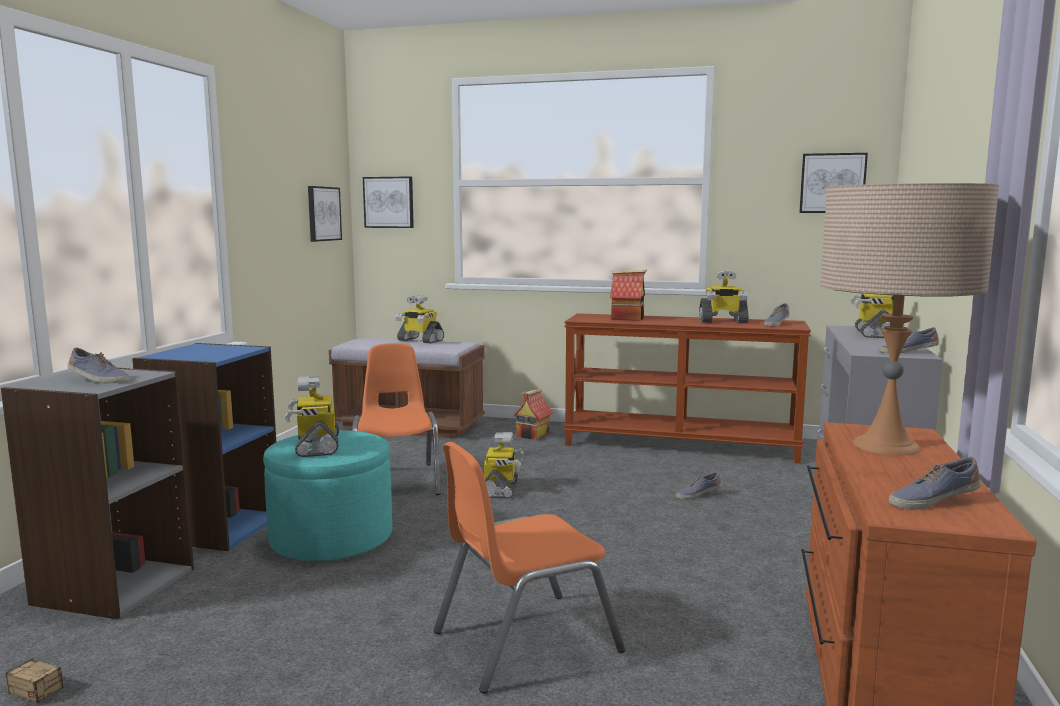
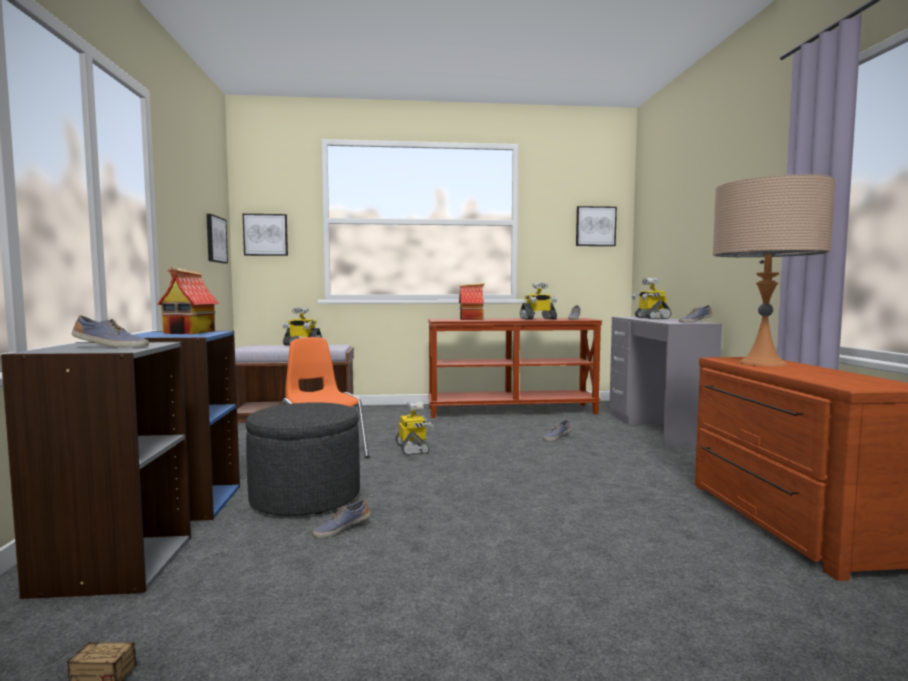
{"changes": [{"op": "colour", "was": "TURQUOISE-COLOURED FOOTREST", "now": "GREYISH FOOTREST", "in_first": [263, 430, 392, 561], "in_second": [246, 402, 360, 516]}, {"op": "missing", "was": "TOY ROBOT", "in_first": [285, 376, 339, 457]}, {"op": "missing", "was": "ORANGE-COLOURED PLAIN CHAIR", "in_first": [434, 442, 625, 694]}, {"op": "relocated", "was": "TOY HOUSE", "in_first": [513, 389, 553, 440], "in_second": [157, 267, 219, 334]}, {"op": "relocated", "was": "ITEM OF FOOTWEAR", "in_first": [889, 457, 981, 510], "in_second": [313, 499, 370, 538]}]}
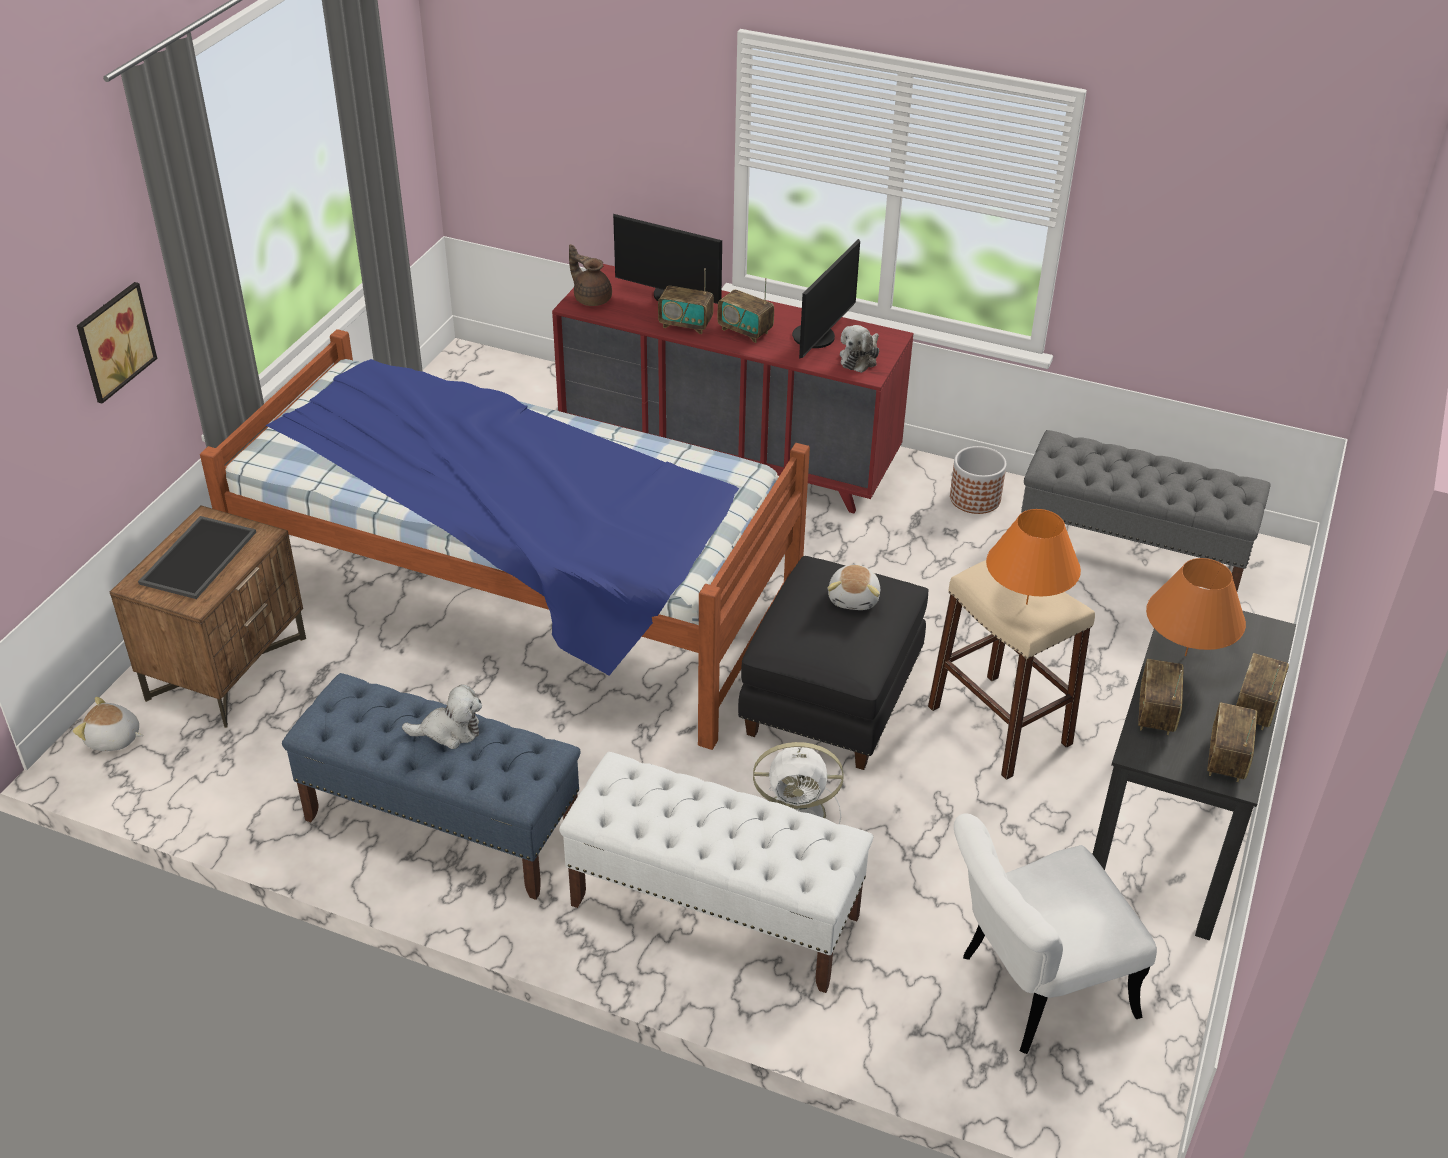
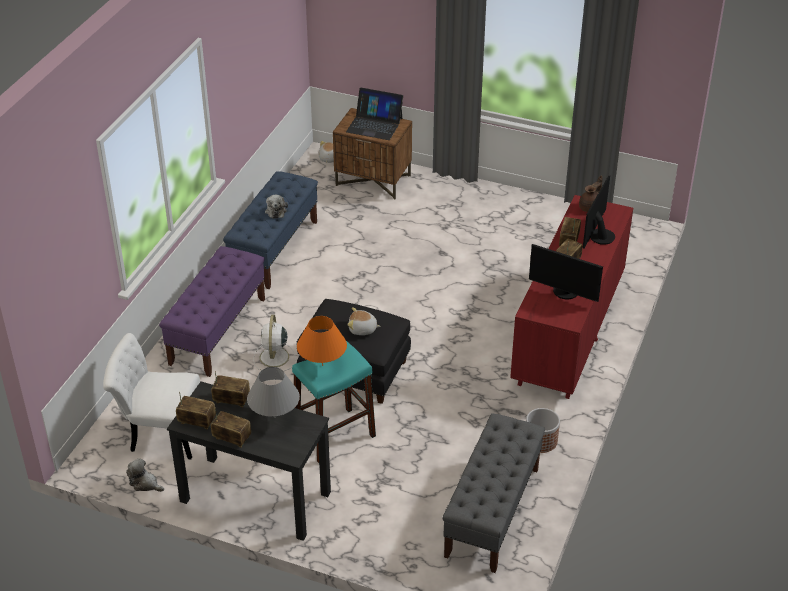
{"changes": [{"op": "missing", "was": "WALL PICTURE", "in_first": [77, 282, 157, 404]}, {"op": "exchanged", "was": "CARRYING TRAY", "now": "PORTABLE COMPUTER", "in_first": [138, 516, 256, 599], "in_second": [346, 88, 403, 140]}, {"op": "missing", "was": "SLEEPING BED", "in_first": [200, 329, 810, 750]}, {"op": "colour", "was": "WHITE INDOOR BENCH", "now": "PURPLISH INDOOR BENCH", "in_first": [559, 752, 873, 993], "in_second": [159, 246, 265, 377]}, {"op": "relocated", "was": "PLUSH TOY", "in_first": [840, 325, 879, 373], "in_second": [126, 458, 164, 492]}, {"op": "colour", "was": "BEIGE-COLOURED STOOL SEAT", "now": "TURQUOISE-COLOURED STOOL SEAT", "in_first": [928, 560, 1095, 780], "in_second": [292, 341, 376, 463]}, {"op": "spun", "was": "WHITE PLAIN CHAIR", "in_first": [954, 813, 1157, 1054], "in_second": [103, 333, 200, 460], "clockwise": -60}, {"op": "colour", "was": "ORANGE-COLOURED TABLE LAMP", "now": "GREYISH TABLE LAMP", "in_first": [1146, 558, 1246, 656], "in_second": [247, 367, 300, 417]}]}
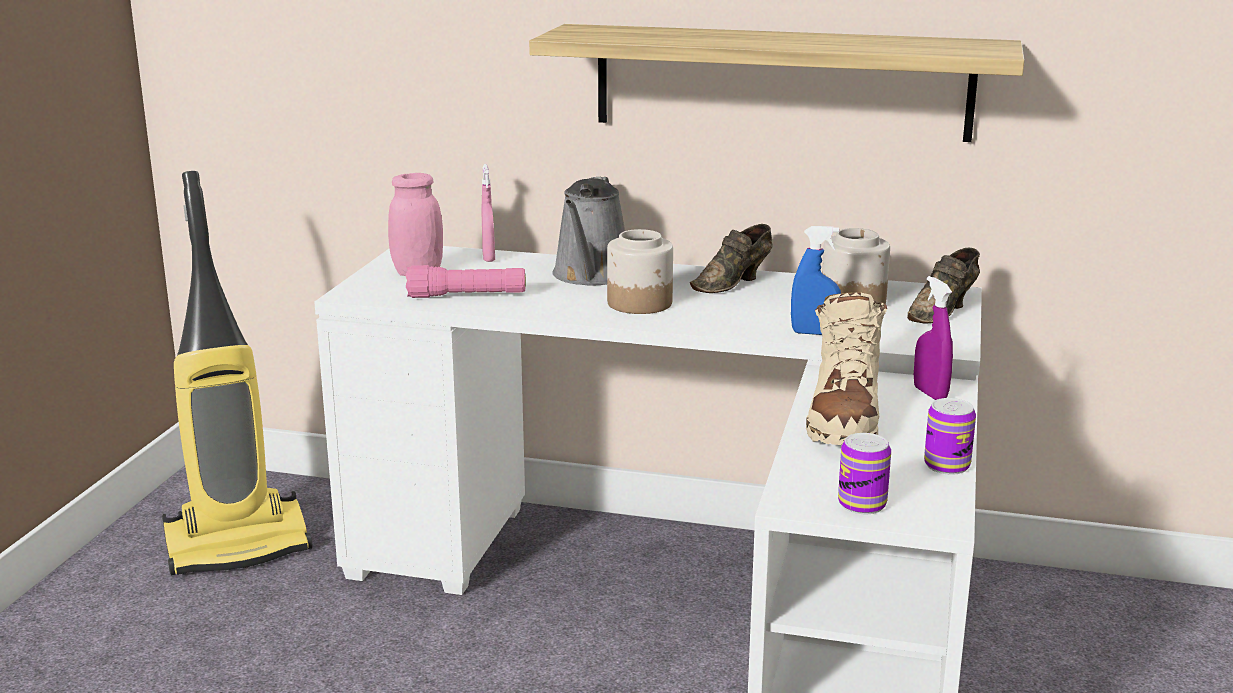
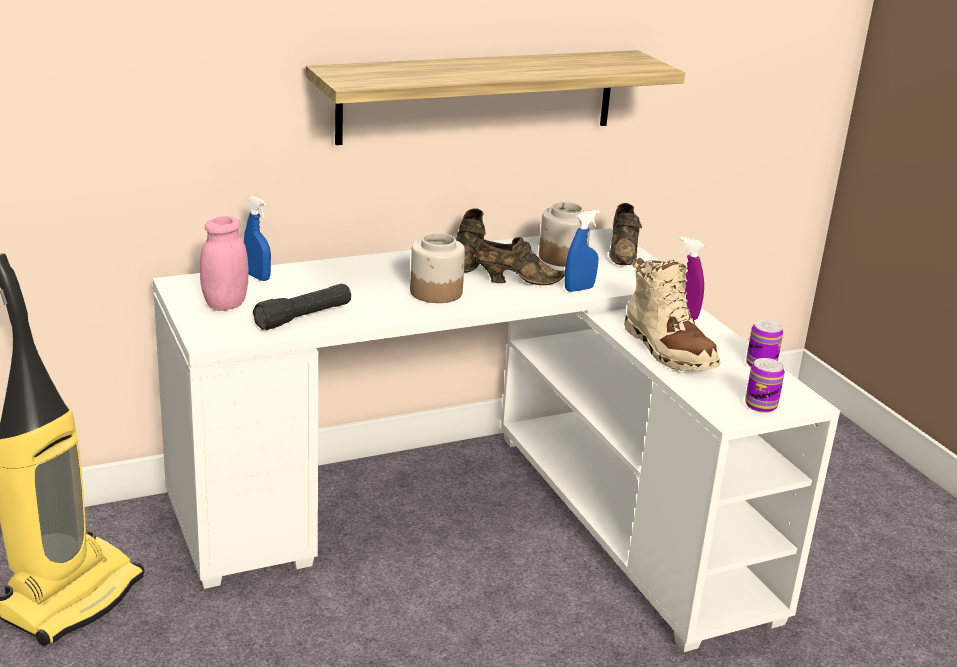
{"changes": [{"op": "colour", "was": "PINKISH FLASHLIGHT", "now": "BLACK FLASHLIGHT", "in_first": [405, 265, 526, 298], "in_second": [253, 284, 351, 330]}, {"op": "colour", "was": "PINKISH SPRAY BOTTLE", "now": "BLUE SPRAY BOTTLE", "in_first": [482, 164, 495, 262], "in_second": [244, 196, 271, 281]}, {"op": "missing", "was": "GREYISH WATERING CAN", "in_first": [552, 177, 625, 285]}, {"op": "appeared", "now": "BROWN ITEM OF FOOTWEAR", "in_second": [475, 237, 565, 285]}]}
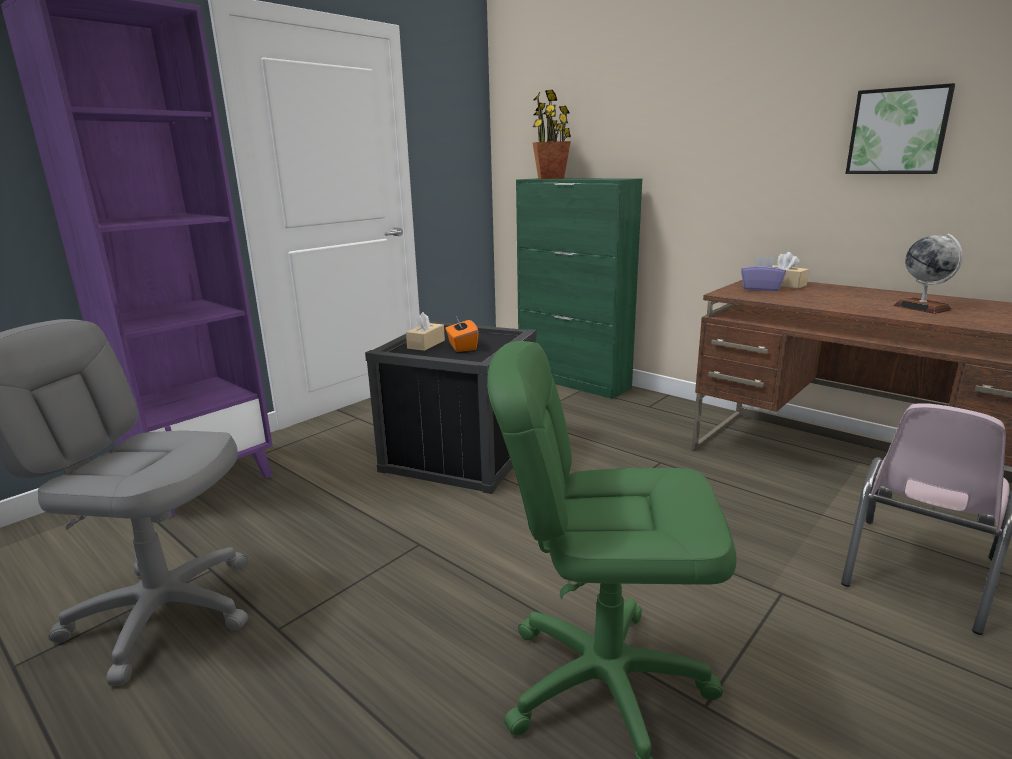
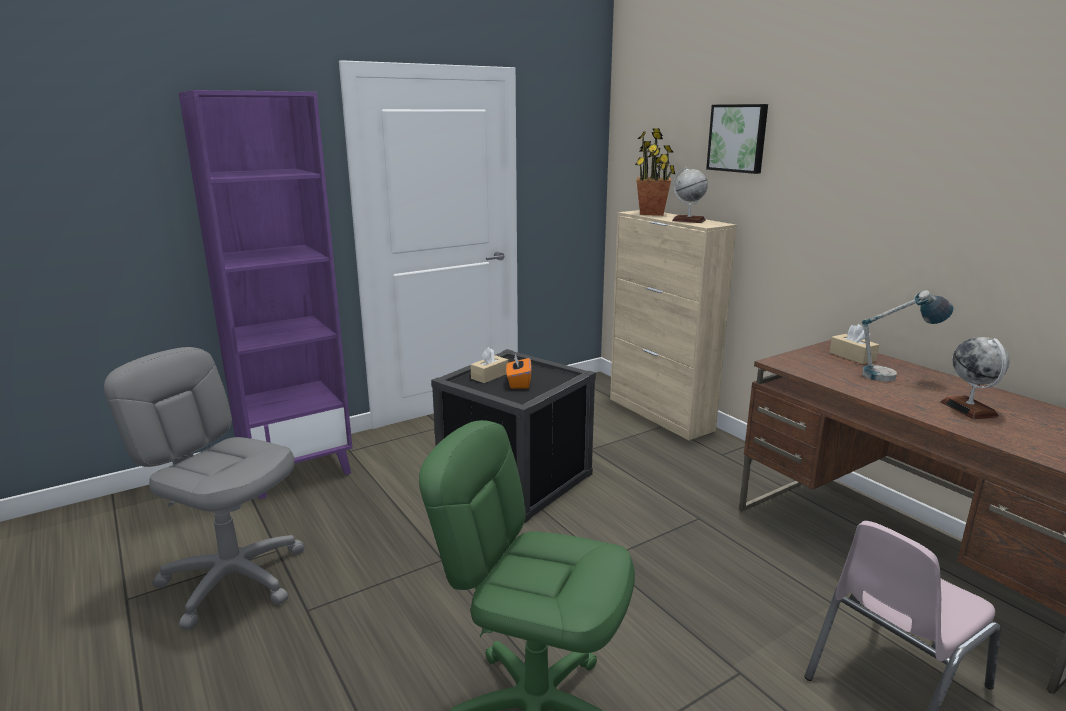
{"changes": [{"op": "colour", "was": "GREEN CUPBOARD", "now": "BEIGE-COLOURED CUPBOARD", "in_first": [516, 178, 642, 399], "in_second": [610, 210, 737, 440]}, {"op": "missing", "was": "PURPLISH TISSUE BOX", "in_first": [741, 256, 786, 291]}, {"op": "relocated", "was": "WALL PICTURE", "in_first": [845, 83, 955, 174], "in_second": [706, 104, 768, 174]}, {"op": "appeared", "now": "WORLD GLOBE", "in_second": [672, 167, 708, 223]}, {"op": "appeared", "now": "TABLE LAMP", "in_second": [862, 290, 954, 382]}]}
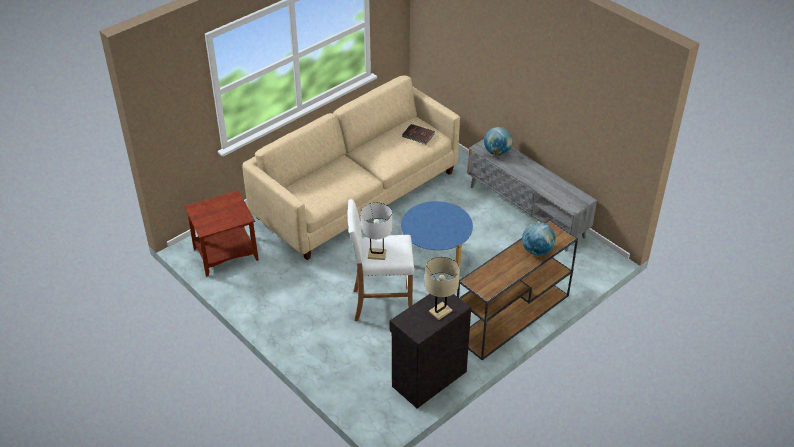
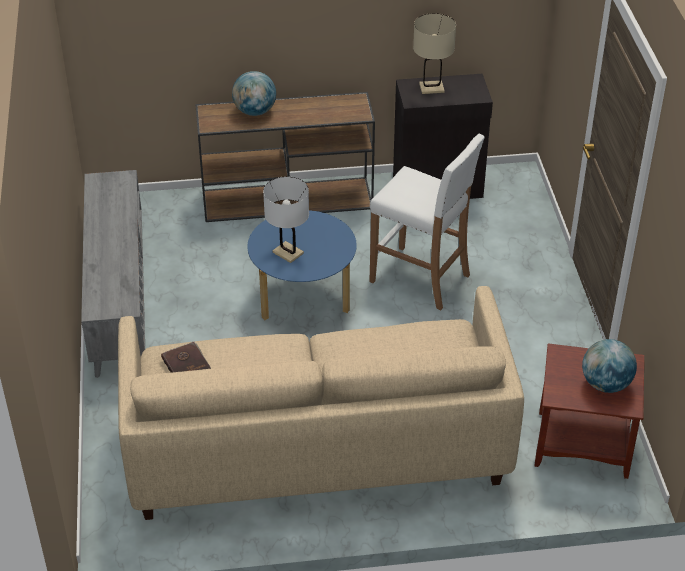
{"changes": [{"op": "relocated", "was": "WHITE TABLE LAMP", "in_first": [360, 202, 392, 260], "in_second": [263, 176, 309, 263]}, {"op": "relocated", "was": "WORLD GLOBE", "in_first": [484, 127, 513, 156], "in_second": [582, 339, 637, 393]}]}
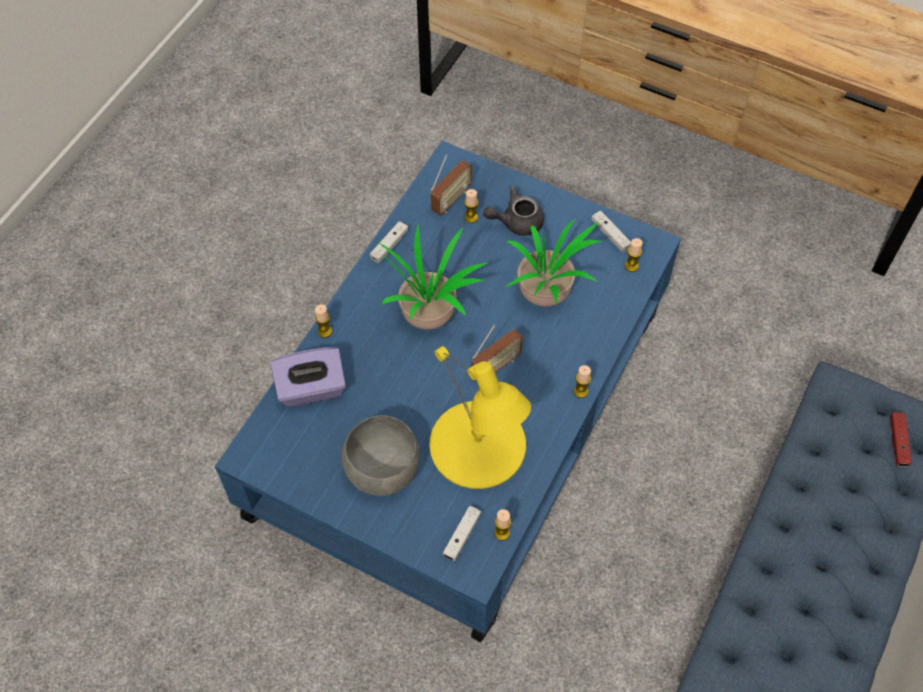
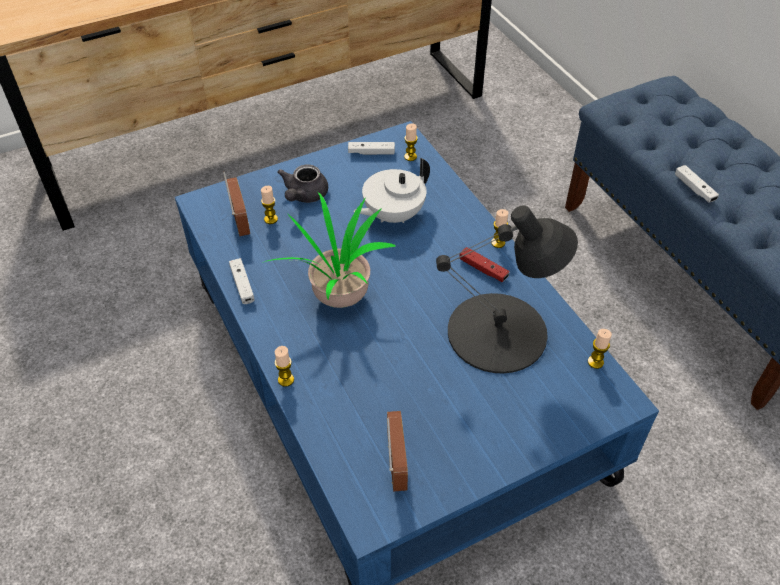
{"changes": [{"op": "missing", "was": "PURPLISH TISSUE BOX", "in_first": [270, 347, 346, 407]}, {"op": "missing", "was": "GREYISH DEEP DISH", "in_first": [341, 415, 420, 496]}, {"op": "colour", "was": "YELLOW-COLOURED TABLE LAMP", "now": "BLACK TABLE LAMP", "in_first": [430, 346, 531, 489], "in_second": [436, 205, 578, 374]}, {"op": "relocated", "was": "WHITE GAMEPAD", "in_first": [443, 506, 481, 561], "in_second": [675, 165, 719, 203]}, {"op": "relocated", "was": "RADIO", "in_first": [471, 325, 523, 381], "in_second": [387, 411, 408, 492]}, {"op": "exchanged", "was": "PLANT IN A POT", "now": "WHITE POT FOR TEA", "in_first": [506, 219, 601, 307], "in_second": [353, 158, 430, 223]}, {"op": "relocated", "was": "RED-COLOURED GAMEPAD", "in_first": [890, 412, 912, 467], "in_second": [459, 247, 509, 282]}]}
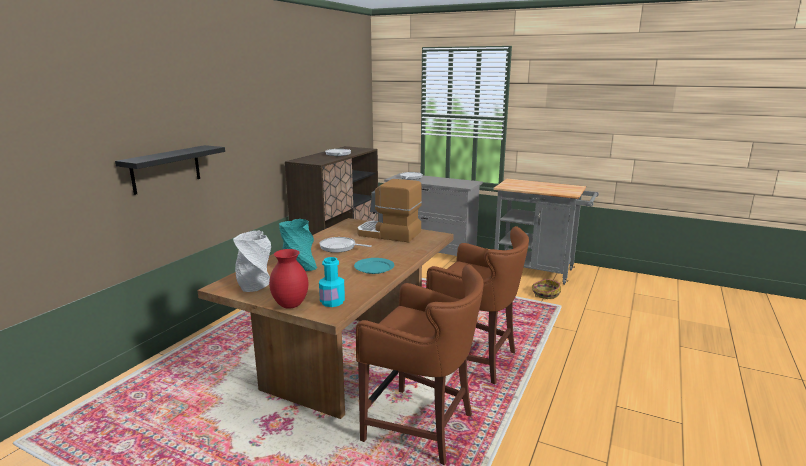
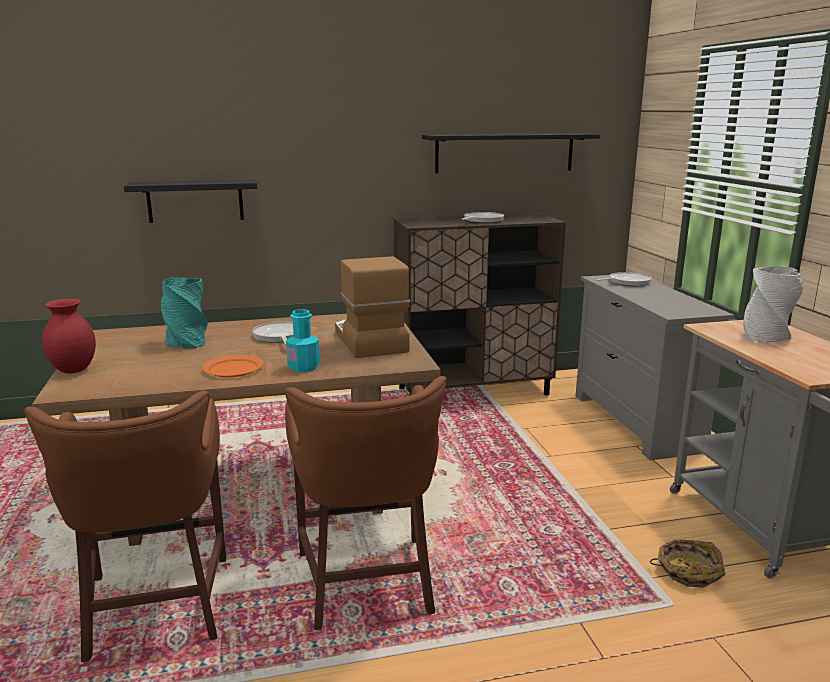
{"changes": [{"op": "relocated", "was": "GREYISH FLOWER VASE", "in_first": [233, 231, 271, 292], "in_second": [743, 266, 803, 342]}, {"op": "relocated", "was": "TURQUOISE-COLOURED DRINK BOTTLE", "in_first": [319, 257, 345, 307], "in_second": [286, 309, 320, 372]}, {"op": "colour", "was": "TURQUOISE-COLOURED DINNER PLATE", "now": "ORANGE-COLOURED DINNER PLATE", "in_first": [354, 258, 394, 274], "in_second": [202, 355, 263, 377]}, {"op": "appeared", "now": "BLACK SHELF", "in_second": [422, 133, 600, 173]}]}
